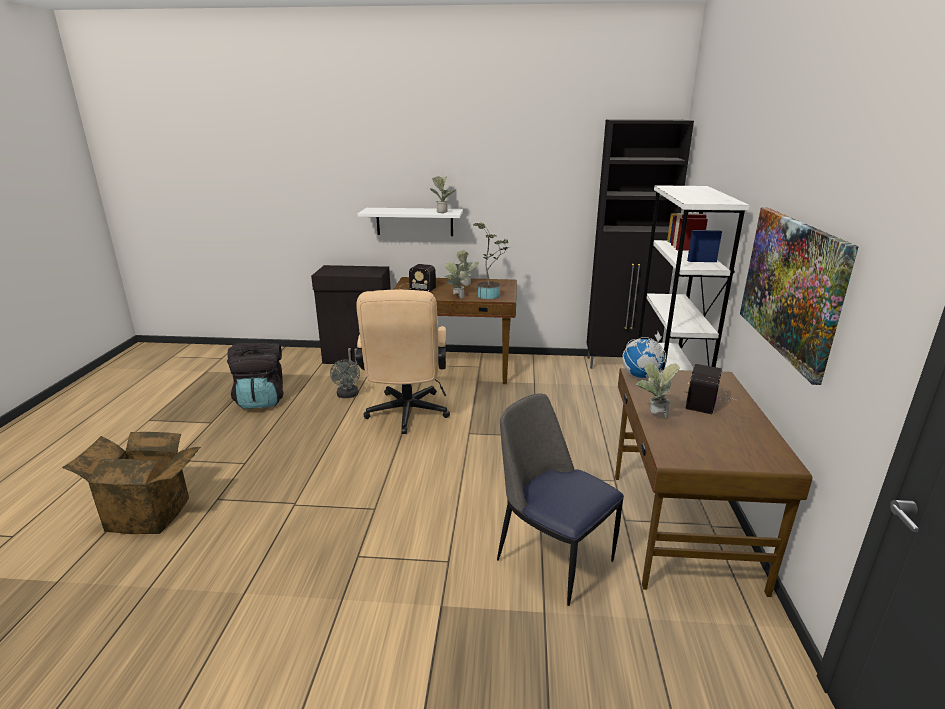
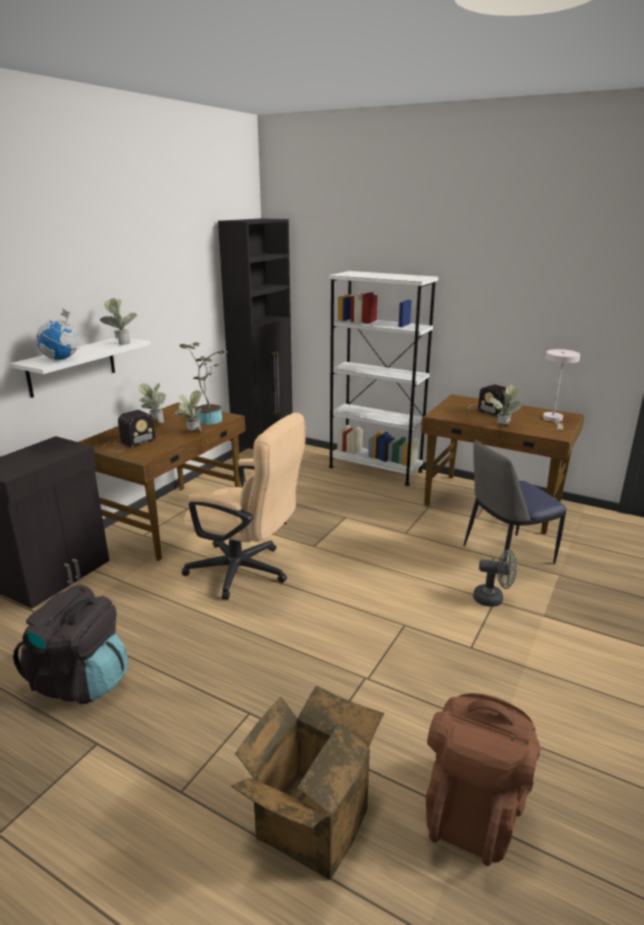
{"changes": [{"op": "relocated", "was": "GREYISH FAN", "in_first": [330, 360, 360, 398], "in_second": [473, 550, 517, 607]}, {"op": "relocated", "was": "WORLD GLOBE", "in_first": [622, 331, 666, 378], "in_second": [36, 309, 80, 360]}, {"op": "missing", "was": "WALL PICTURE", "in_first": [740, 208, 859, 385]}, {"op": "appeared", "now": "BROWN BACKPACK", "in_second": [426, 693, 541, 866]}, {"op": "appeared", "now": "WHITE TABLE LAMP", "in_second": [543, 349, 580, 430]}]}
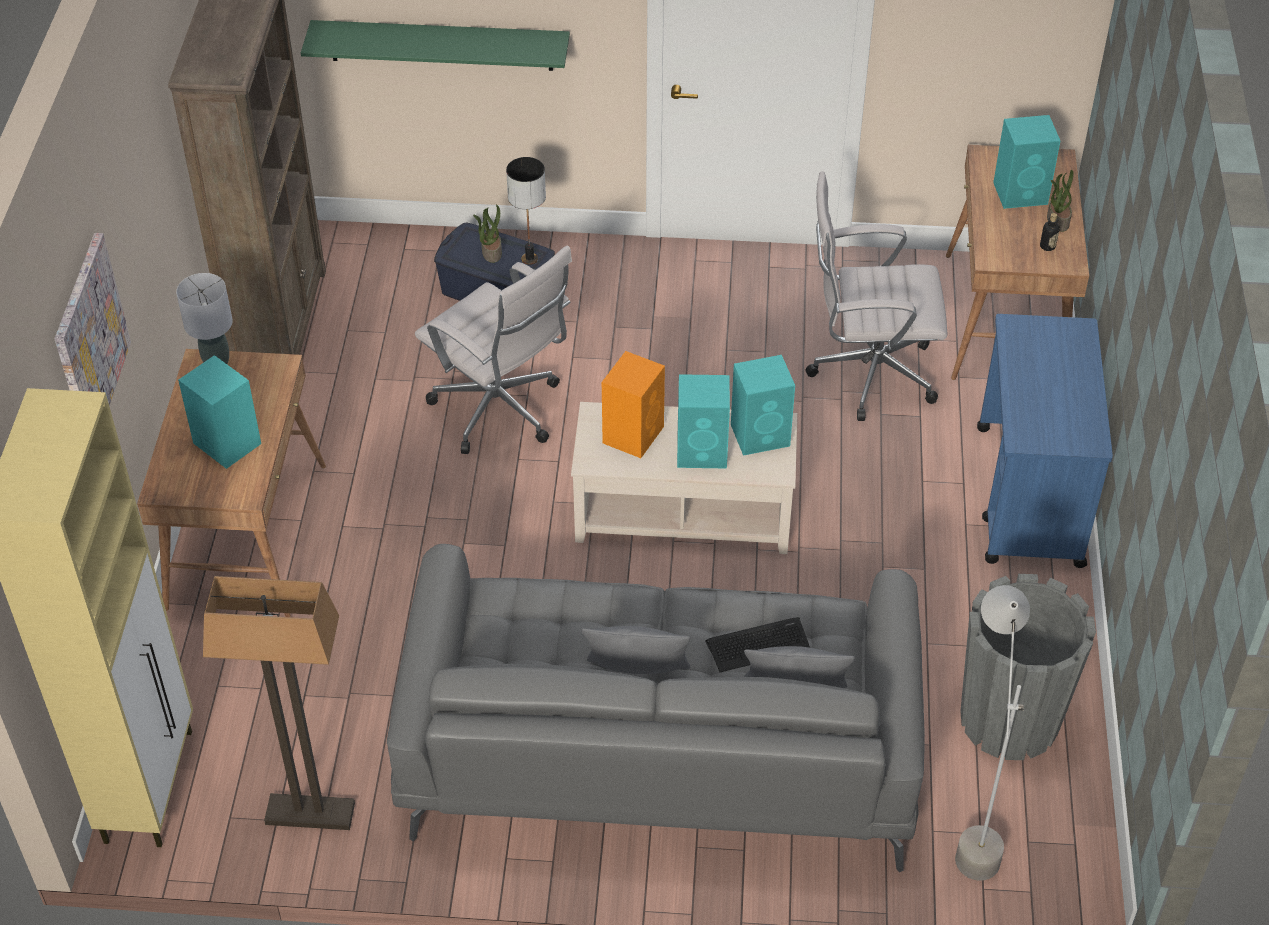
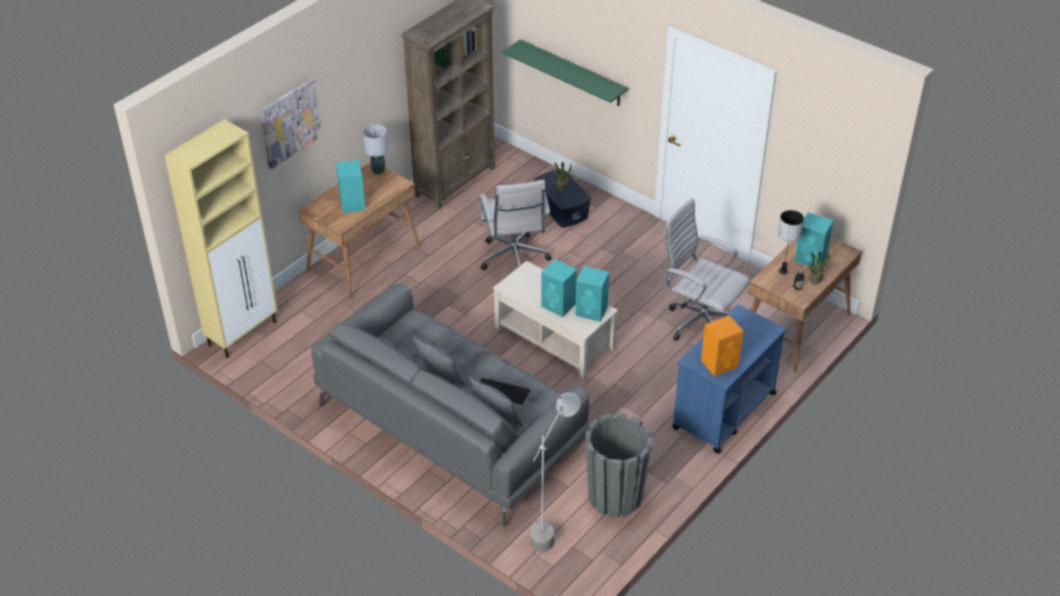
{"changes": [{"op": "missing", "was": "STANDING LAMP", "in_first": [203, 576, 355, 830]}, {"op": "relocated", "was": "TABLE LAMP", "in_first": [506, 157, 546, 265], "in_second": [778, 210, 804, 275]}, {"op": "relocated", "was": "ORANGE-COLOURED SPEAKER", "in_first": [602, 351, 665, 458], "in_second": [701, 315, 743, 376]}]}
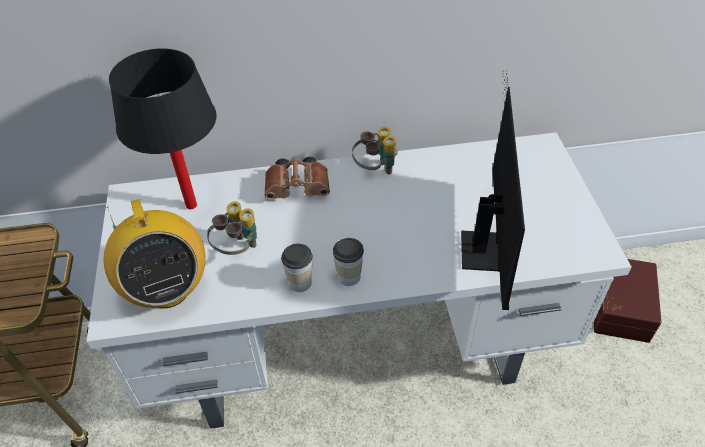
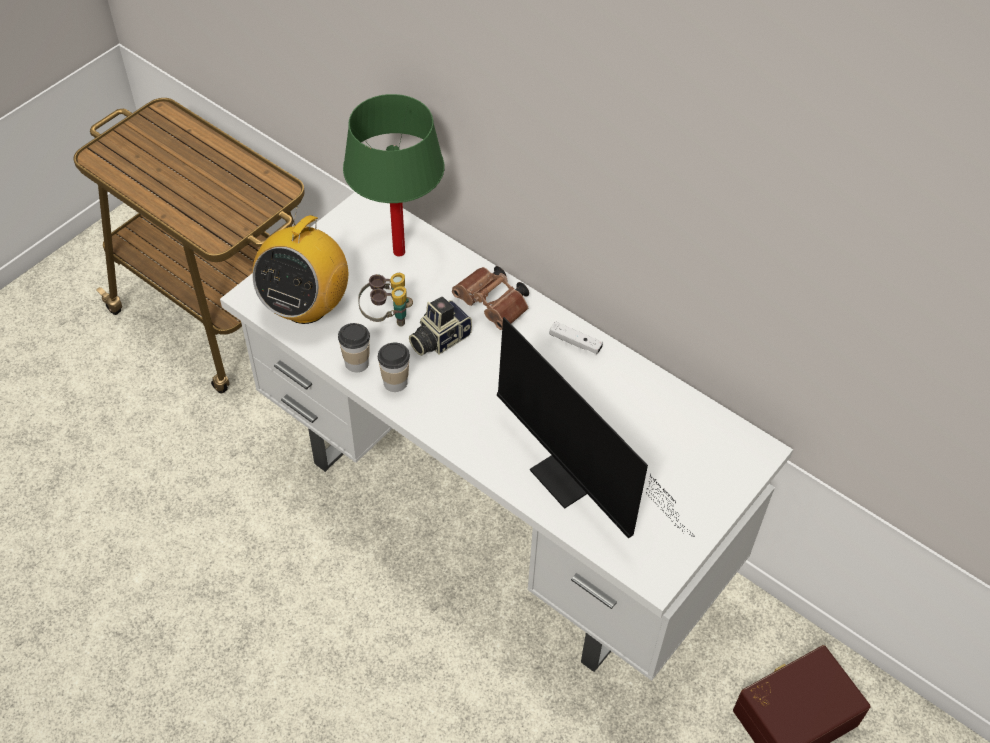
{"changes": [{"op": "colour", "was": "BLACK TABLE LAMP", "now": "GREEN TABLE LAMP", "in_first": [109, 48, 216, 209], "in_second": [343, 94, 444, 256]}, {"op": "relocated", "was": "CUP", "in_first": [333, 238, 364, 286], "in_second": [338, 323, 370, 372]}, {"op": "exchanged", "was": "FIELD GLASSES", "now": "WHITE GAMEPAD", "in_first": [352, 127, 398, 174], "in_second": [550, 321, 603, 354]}, {"op": "spun", "was": "MONITOR", "in_first": [461, 74, 525, 310], "in_second": [497, 317, 692, 539], "clockwise": 90}, {"op": "appeared", "now": "PHOTO CAMERA", "in_second": [409, 296, 472, 356]}]}
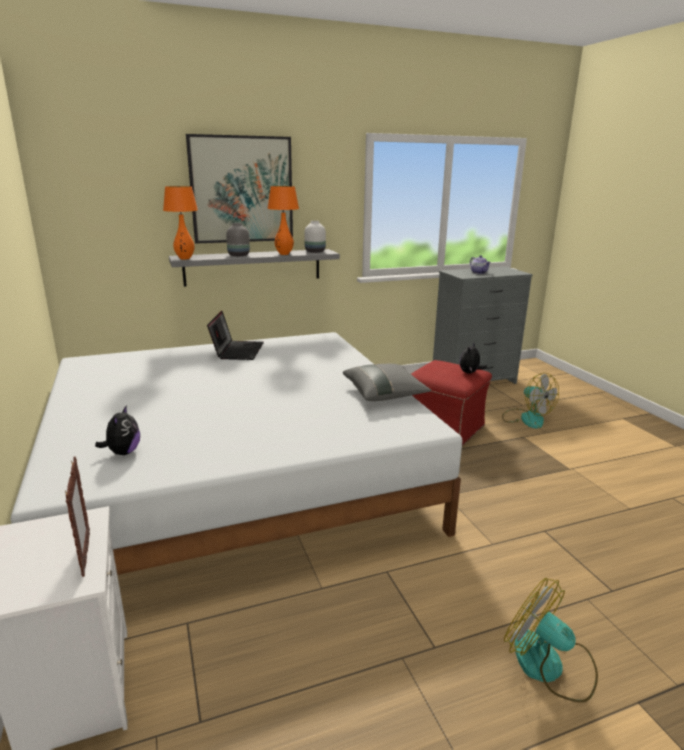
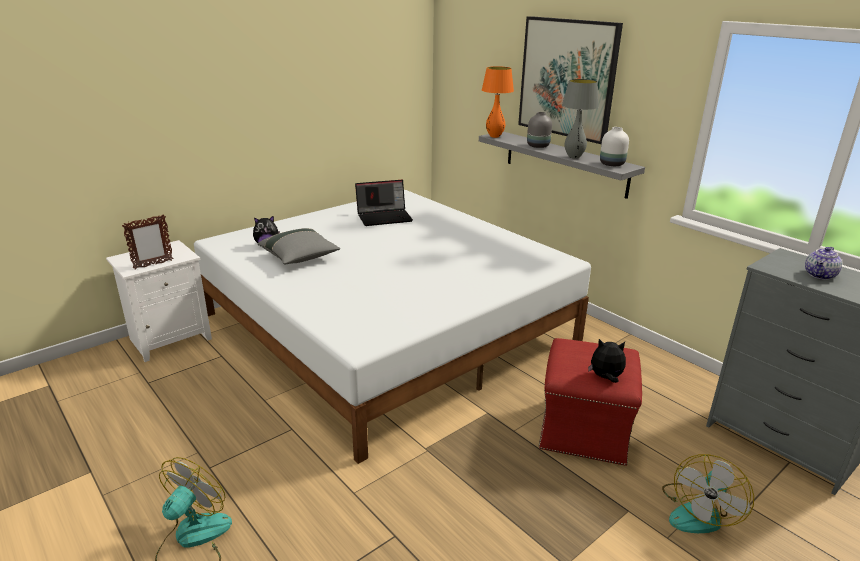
{"changes": [{"op": "relocated", "was": "PORTABLE COMPUTER", "in_first": [207, 311, 264, 360], "in_second": [355, 180, 413, 226]}, {"op": "colour", "was": "ORANGE-COLOURED TABLE LAMP", "now": "GREYISH TABLE LAMP", "in_first": [267, 186, 299, 255], "in_second": [562, 79, 599, 159]}, {"op": "relocated", "was": "GREYISH PILLOW", "in_first": [343, 364, 431, 401], "in_second": [257, 228, 340, 264]}]}
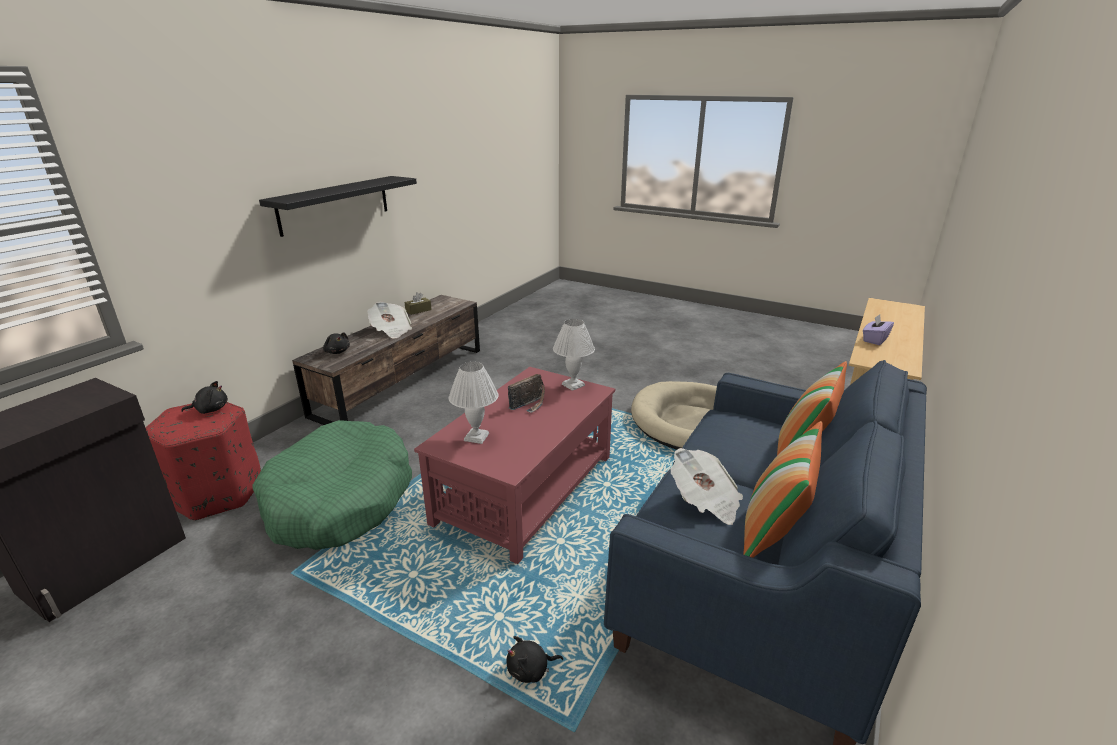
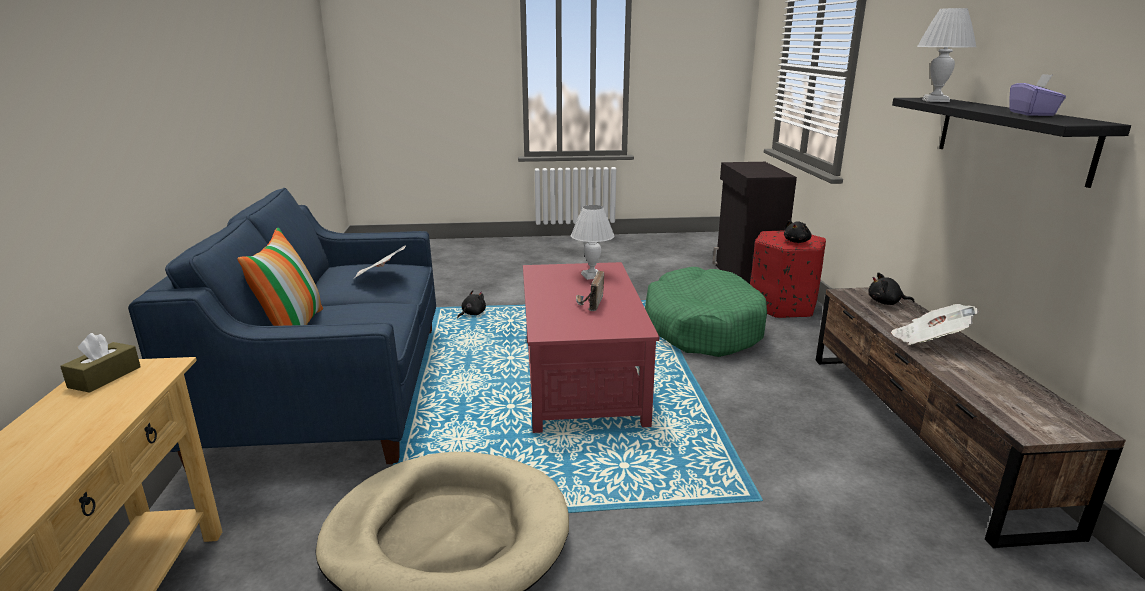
{"changes": [{"op": "relocated", "was": "BROWN TISSUE BOX", "in_first": [404, 292, 432, 315], "in_second": [60, 333, 141, 393]}, {"op": "relocated", "was": "WHITE TABLE LAMP", "in_first": [553, 319, 595, 391], "in_second": [917, 8, 976, 102]}, {"op": "missing", "was": "PILLOW", "in_first": [743, 421, 823, 558]}, {"op": "relocated", "was": "PURPLISH TISSUE BOX", "in_first": [863, 314, 894, 345], "in_second": [1009, 74, 1066, 116]}]}
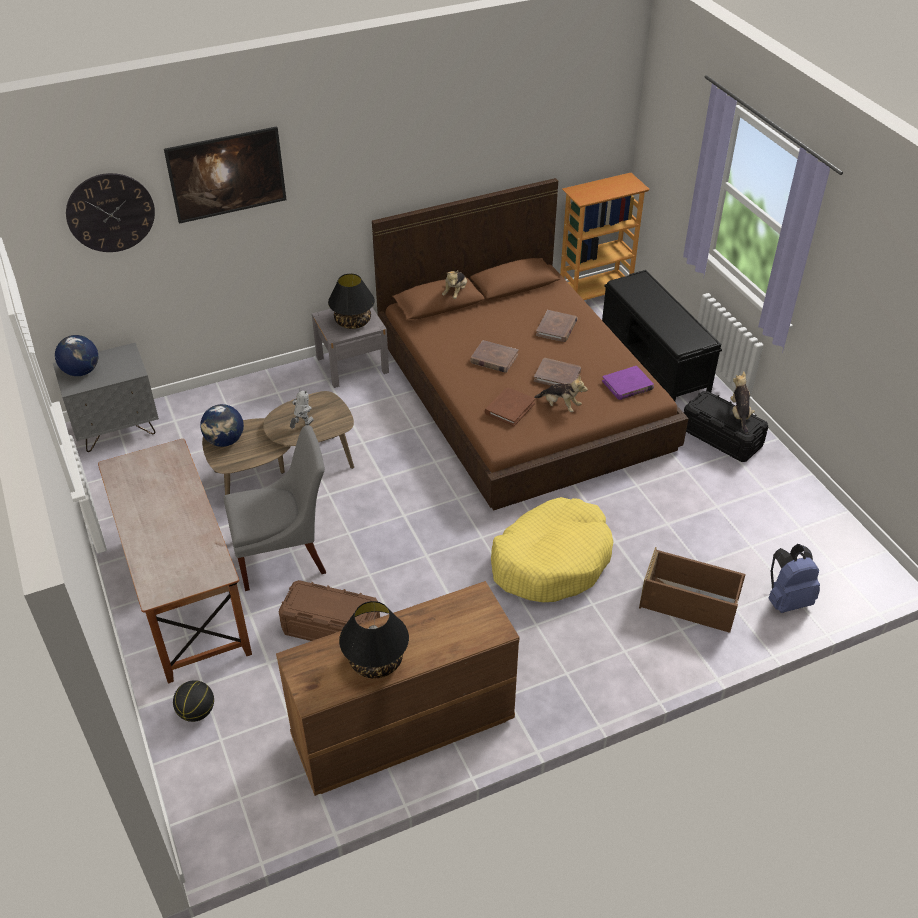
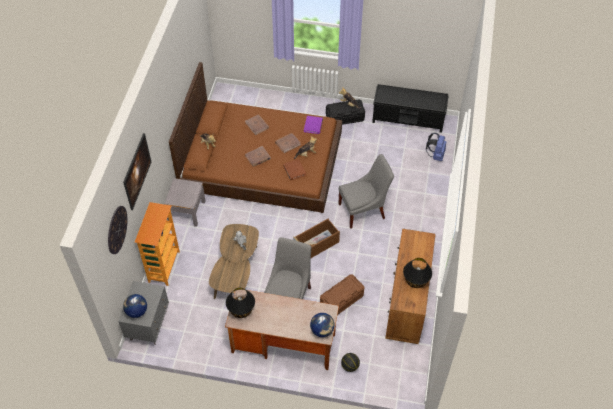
{"changes": [{"op": "relocated", "was": "WORLD GLOBE", "in_first": [200, 404, 244, 447], "in_second": [310, 313, 335, 337]}, {"op": "relocated", "was": "BLACK TABLE LAMP", "in_first": [328, 274, 375, 329], "in_second": [226, 288, 255, 318]}, {"op": "exchanged", "was": "YELLOW-COLOURED DOG CUSHION", "now": "GREYISH PLAIN CHAIR", "in_first": [491, 497, 613, 602], "in_second": [338, 154, 394, 229]}, {"op": "relocated", "was": "BOOKSHELF", "in_first": [560, 173, 650, 300], "in_second": [135, 202, 180, 286]}, {"op": "relocated", "was": "BLACK INDOOR BENCH", "in_first": [602, 270, 722, 401], "in_second": [372, 84, 448, 133]}, {"op": "relocated", "was": "BROWN STORAGE BOX", "in_first": [639, 547, 746, 633], "in_second": [293, 218, 340, 258]}]}
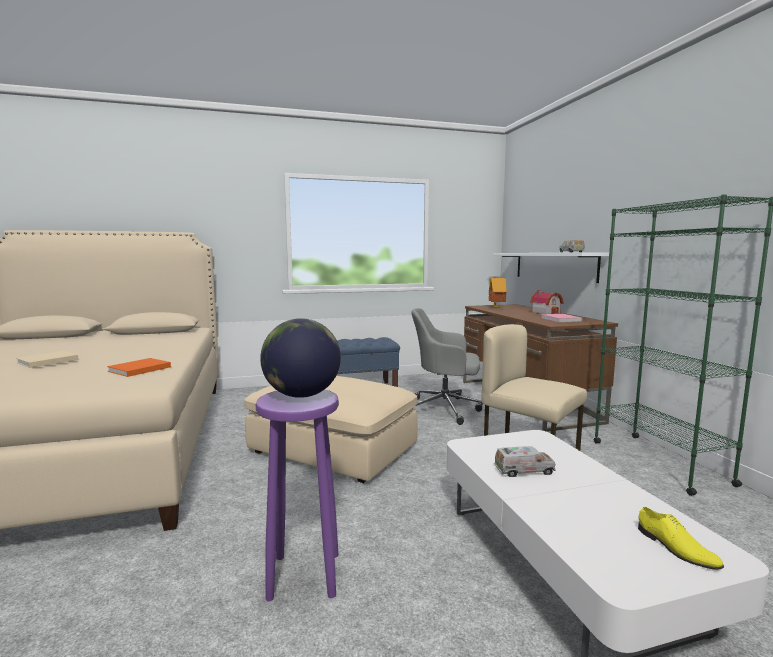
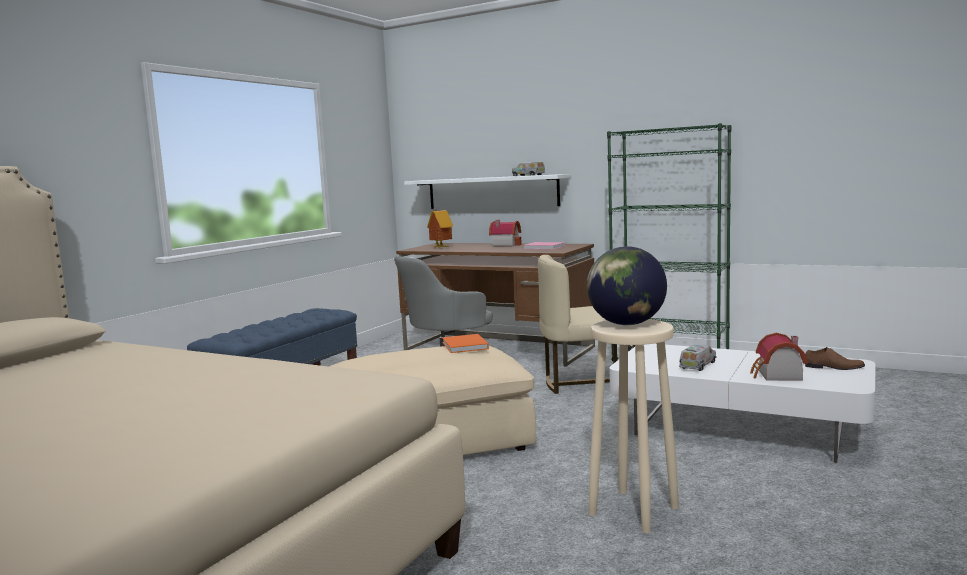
{"changes": [{"op": "missing", "was": "BEIGE-COLOURED VOLUME", "in_first": [16, 351, 79, 368]}, {"op": "relocated", "was": "ORANGE-COLOURED VOLUME", "in_first": [107, 358, 171, 377], "in_second": [442, 334, 489, 353]}, {"op": "colour", "was": "PURPLISH STOOL SEAT", "now": "BEIGE-COLOURED STOOL SEAT", "in_first": [256, 390, 339, 602], "in_second": [589, 319, 679, 533]}, {"op": "colour", "was": "YELLOW-COLOURED ITEM OF FOOTWEAR", "now": "BROWN ITEM OF FOOTWEAR", "in_first": [638, 507, 724, 570], "in_second": [805, 347, 865, 370]}, {"op": "appeared", "now": "TOY HOUSE", "in_second": [750, 333, 808, 381]}]}
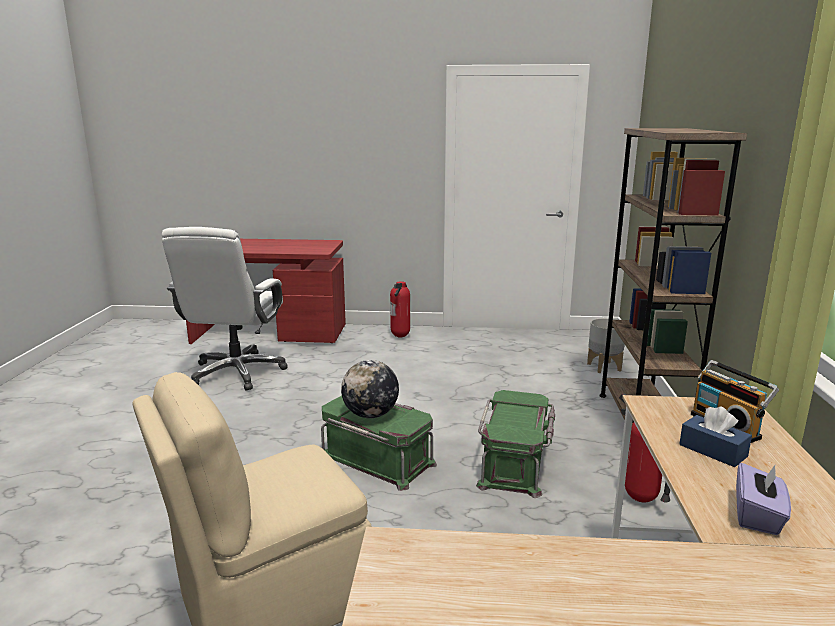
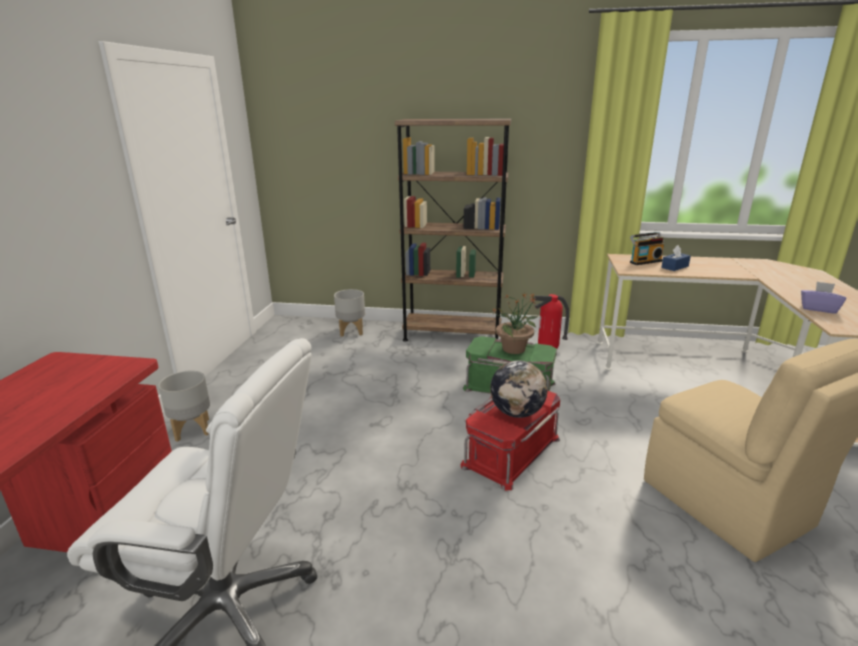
{"changes": [{"op": "colour", "was": "GREEN STORAGE BOX", "now": "RED-COLOURED STORAGE BOX", "in_first": [321, 396, 437, 491], "in_second": [461, 391, 560, 491]}, {"op": "exchanged", "was": "EXTINGUISHER", "now": "GREYISH FLOWER POT", "in_first": [390, 281, 410, 338], "in_second": [158, 371, 210, 442]}, {"op": "relocated", "was": "PURPLISH TISSUE BOX", "in_first": [736, 463, 791, 535], "in_second": [801, 282, 846, 314]}, {"op": "appeared", "now": "PLANT IN A POT", "in_second": [491, 293, 539, 354]}]}
